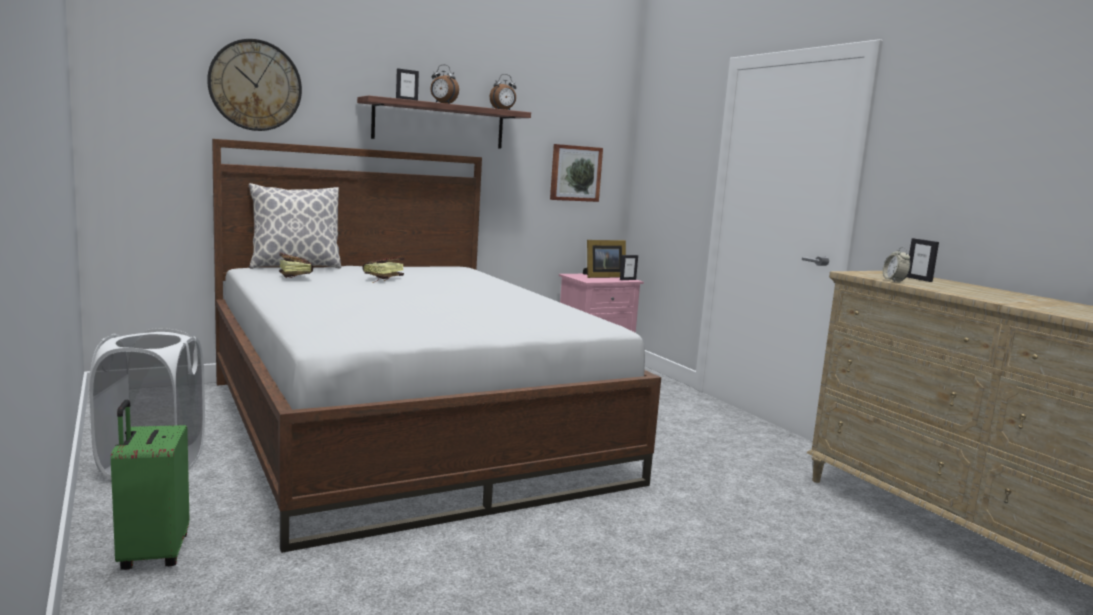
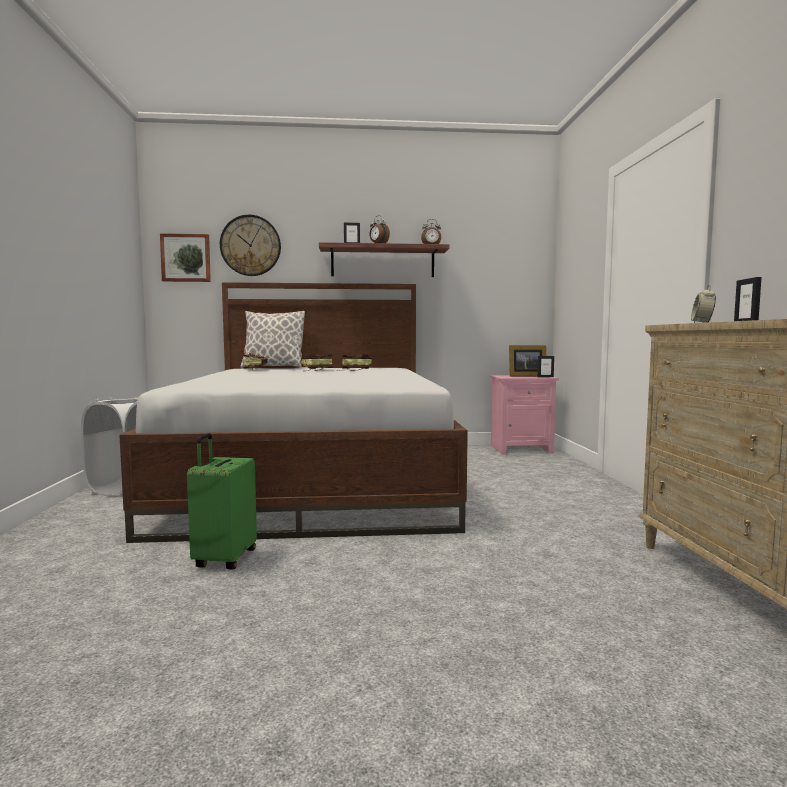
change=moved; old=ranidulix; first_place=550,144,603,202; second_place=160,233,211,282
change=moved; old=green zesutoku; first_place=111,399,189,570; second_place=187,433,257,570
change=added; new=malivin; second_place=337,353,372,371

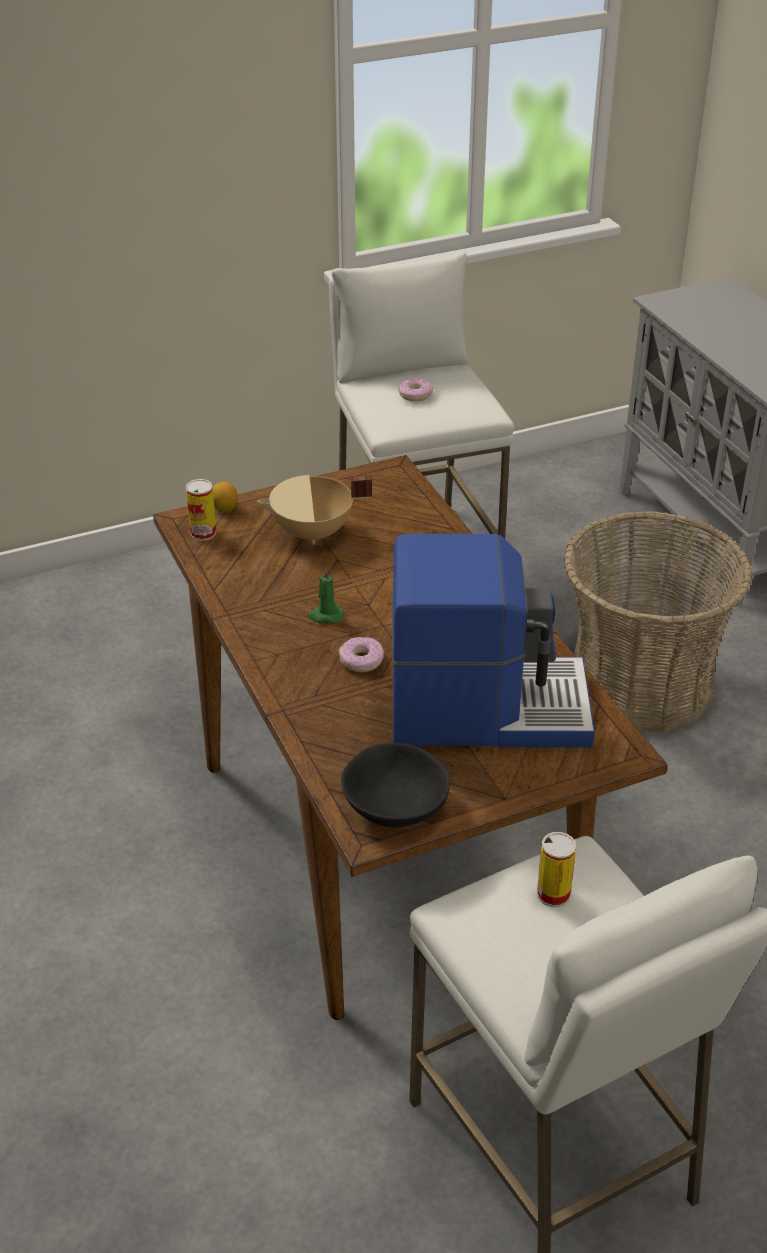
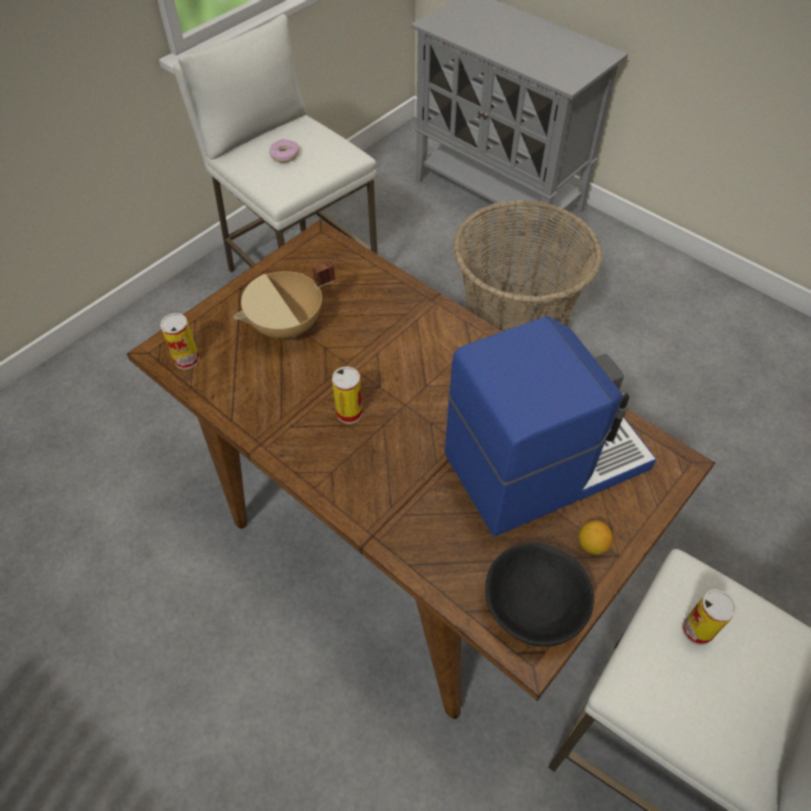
change=replaced; old=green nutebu; new=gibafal; first_place=307,567,344,623; second_place=332,367,363,424
change=moved; old=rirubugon; first_place=212,482,238,512; second_place=579,520,613,555
change=removed; old=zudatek; first_place=339,637,384,672

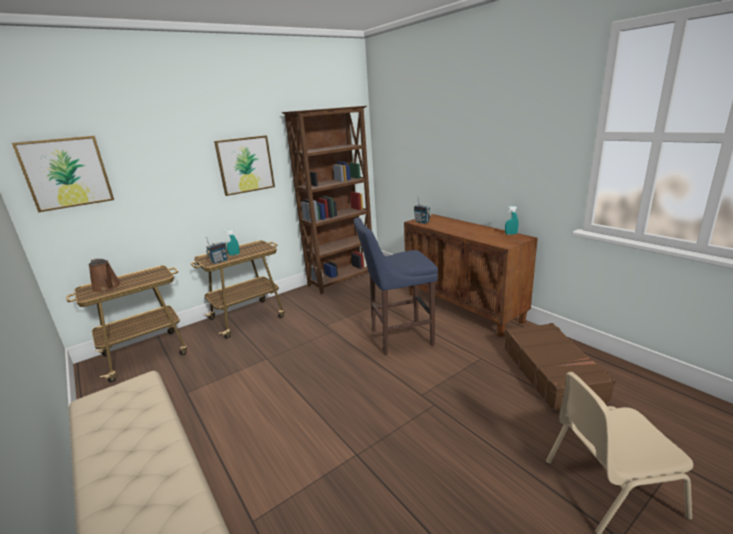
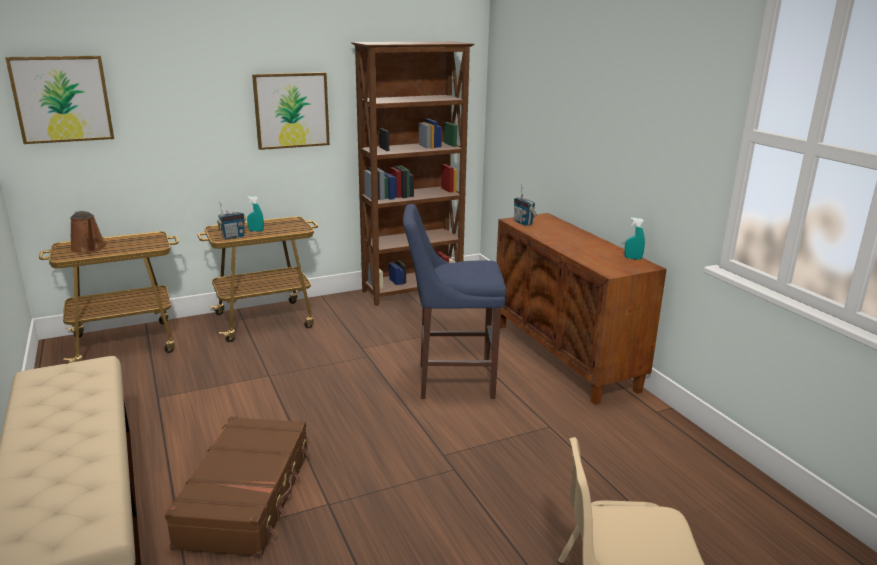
change=moved; old=brown zesutoku; first_place=504,323,616,412; second_place=165,416,311,557

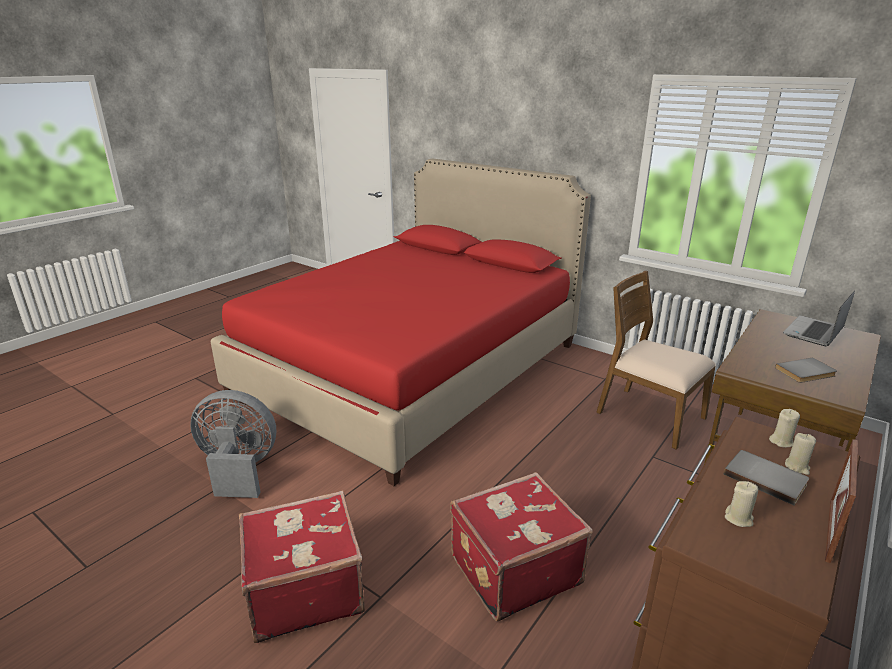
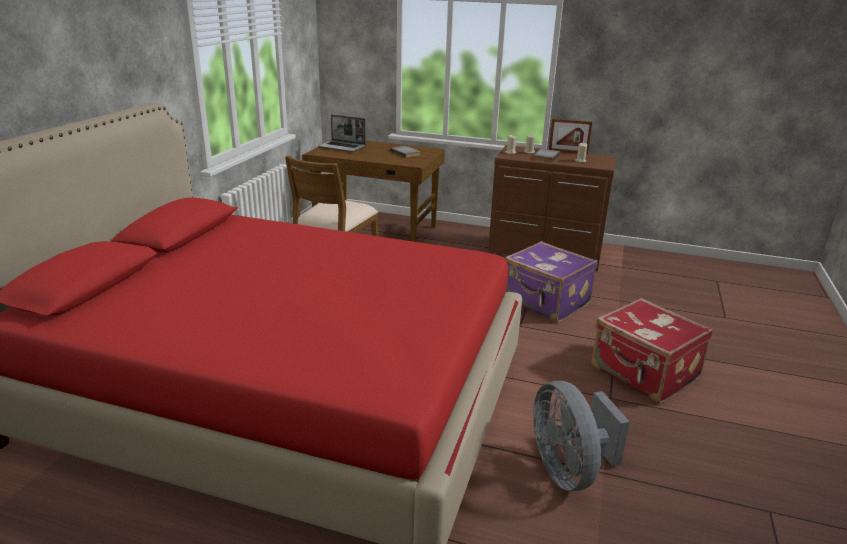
change=recoloured; old=red zesutoku; new=purple zesutoku; first_place=450,472,593,621; second_place=505,241,597,322

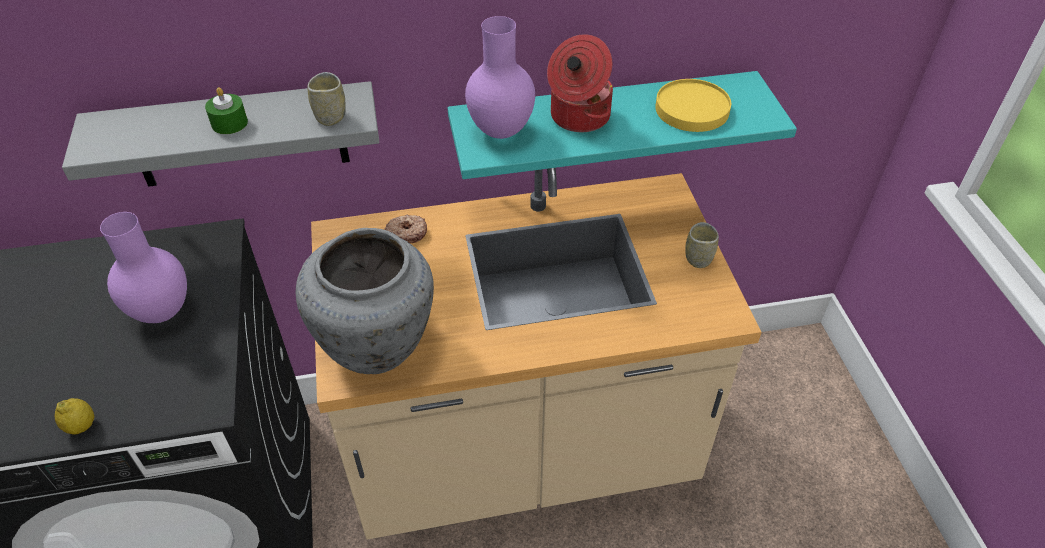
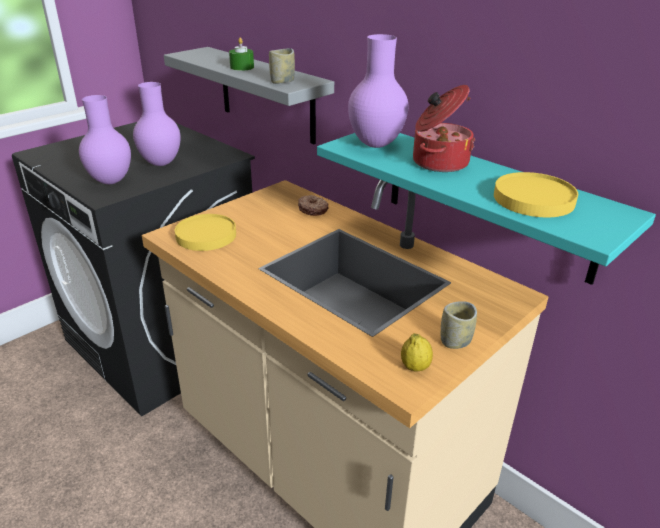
change=added; new=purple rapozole; second_place=79,95,131,184
change=replaced; old=grey rapozole; new=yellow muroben; first_place=296,228,434,374; second_place=175,214,236,251
change=moved; old=rirubugon; first_place=55,398,94,435; second_place=401,333,433,372

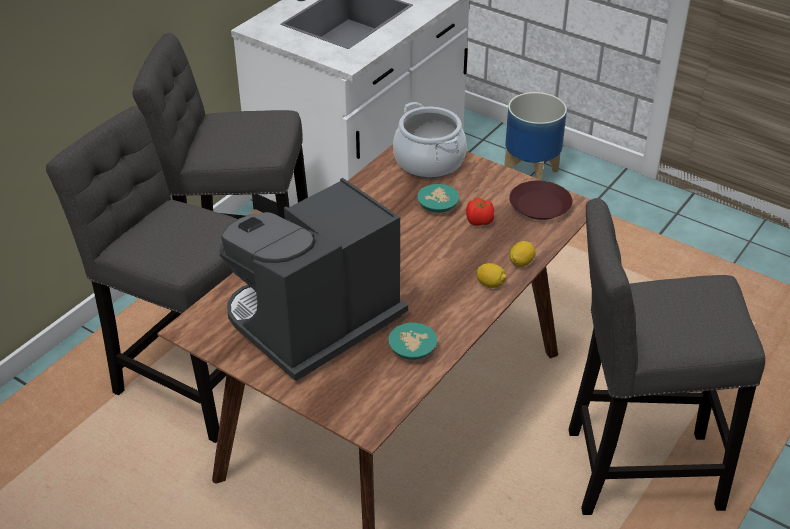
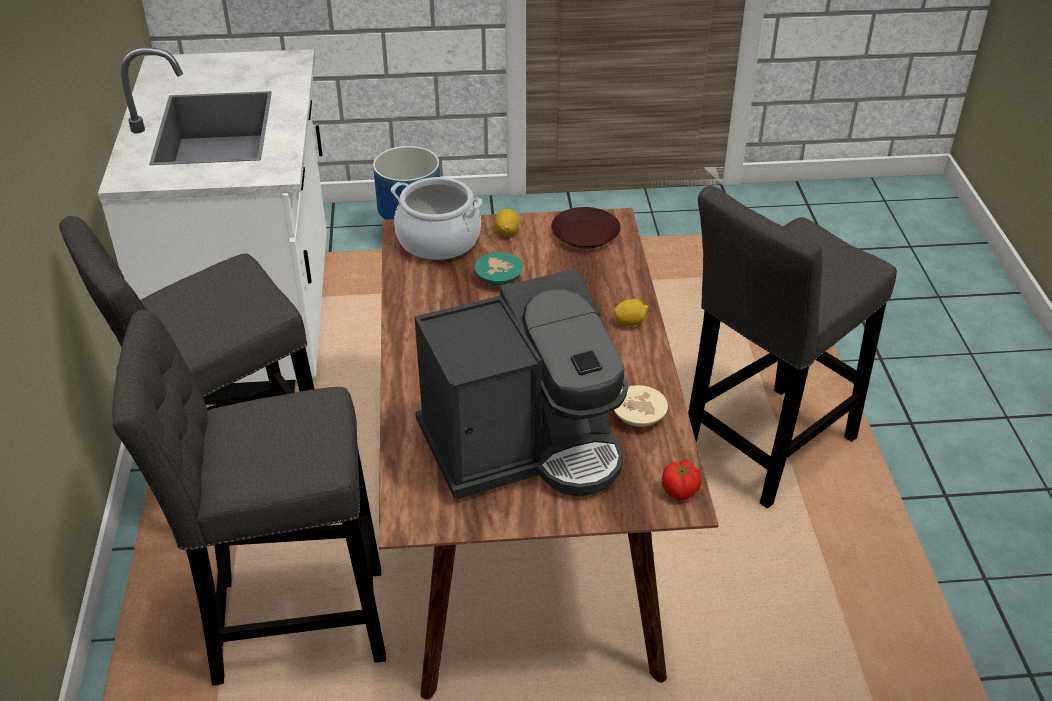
change=turned; old=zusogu; first_place=220,178,408,381; second_place=415,269,629,499; degrees=-120
change=moved; old=rirubugon; first_place=509,241,536,267; second_place=495,209,519,236
change=recoloured; old=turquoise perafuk; new=beige perafuk; first_place=388,323,437,360; second_place=614,385,668,427
change=moved; old=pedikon; first_place=466,198,494,226; second_place=662,460,702,501

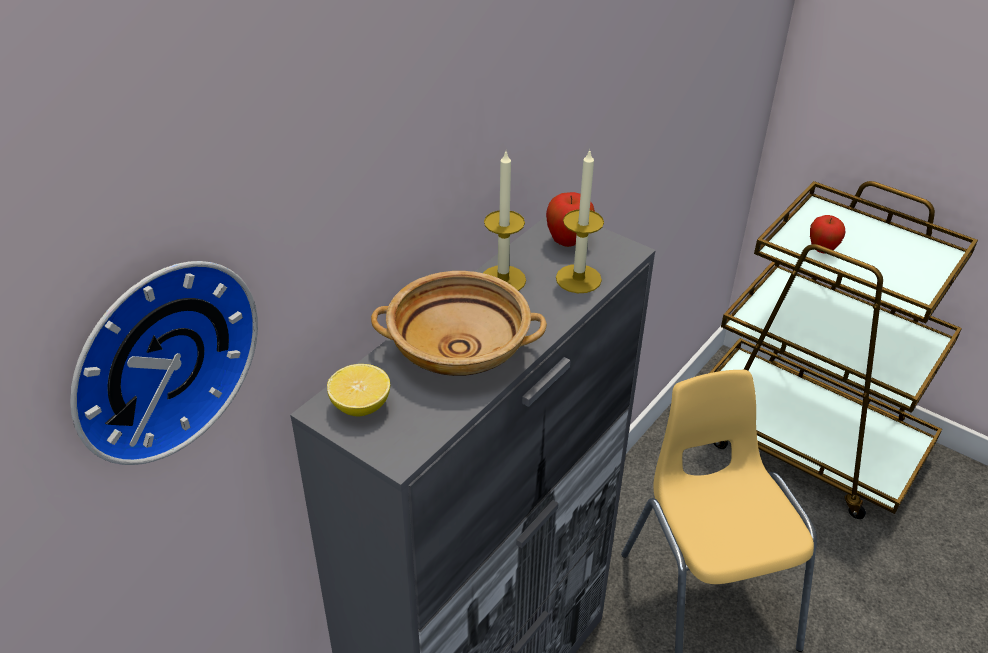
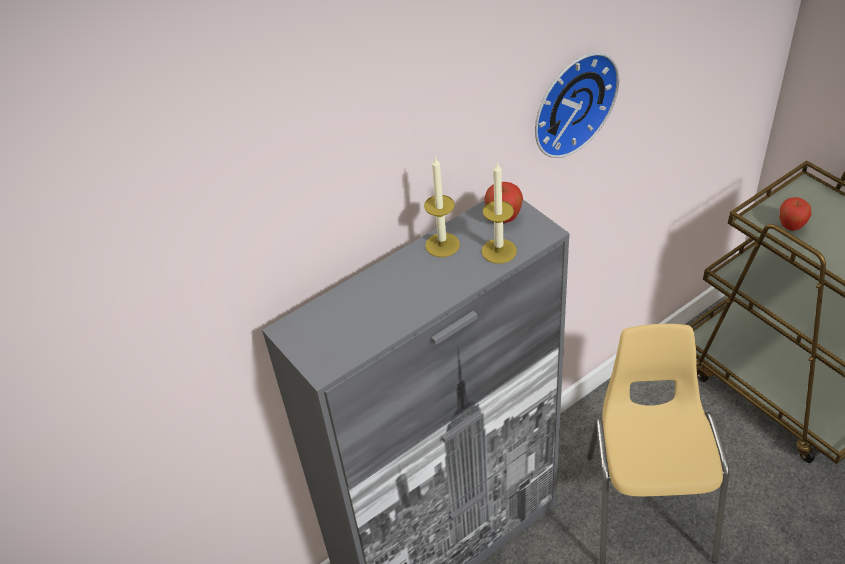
change=moved; old=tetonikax; first_place=70,261,258,465; second_place=535,52,619,158
change=removed; old=rirubugon; first_place=327,364,390,416
change=removed; old=beige perafuk; first_place=371,271,547,376

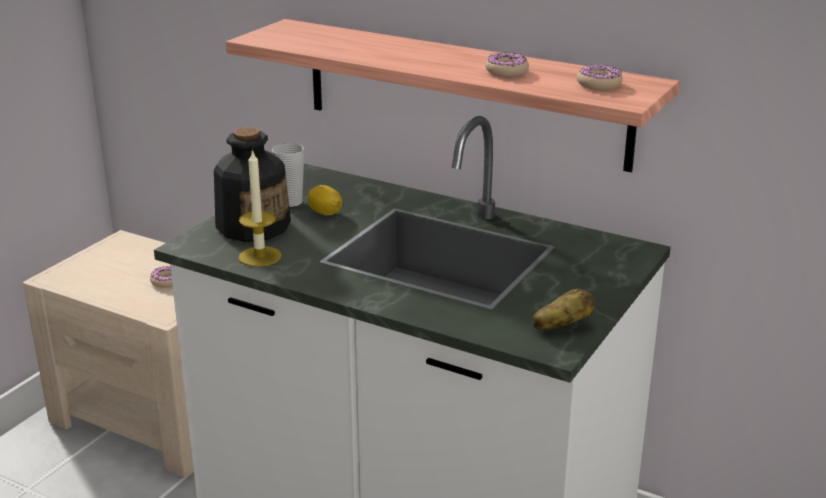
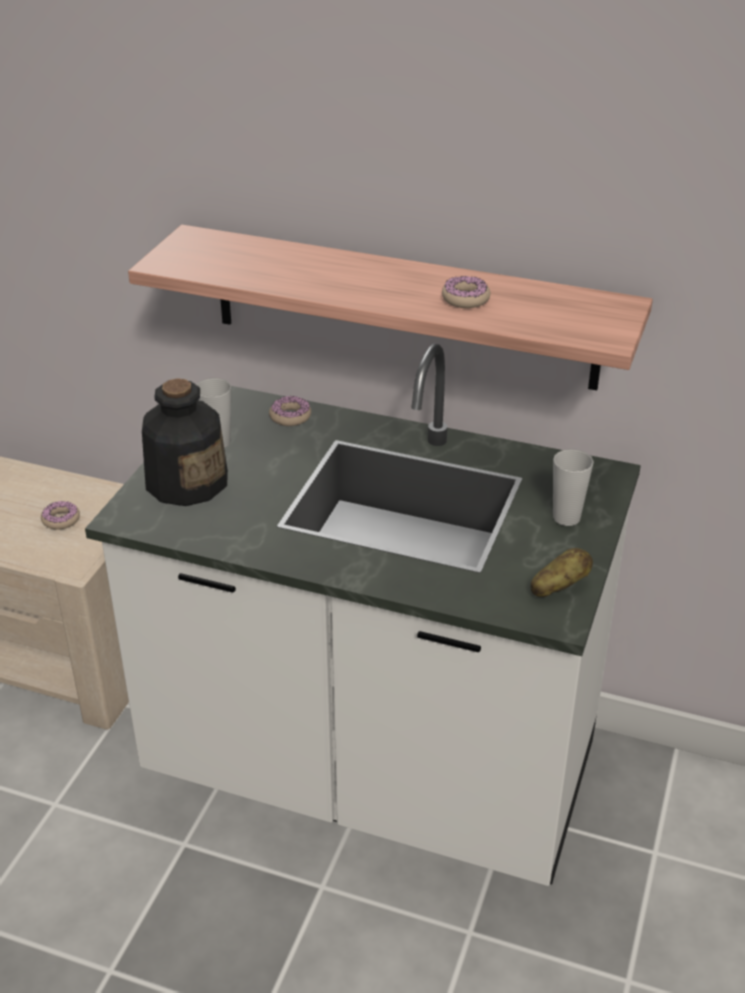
change=moved; old=zudatek; first_place=577,65,623,90; second_place=269,396,311,426
change=added; new=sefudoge; second_place=553,449,594,526
change=removed; old=nutebu; first_place=238,149,282,267
change=removed; old=rirubugon; first_place=308,185,342,216

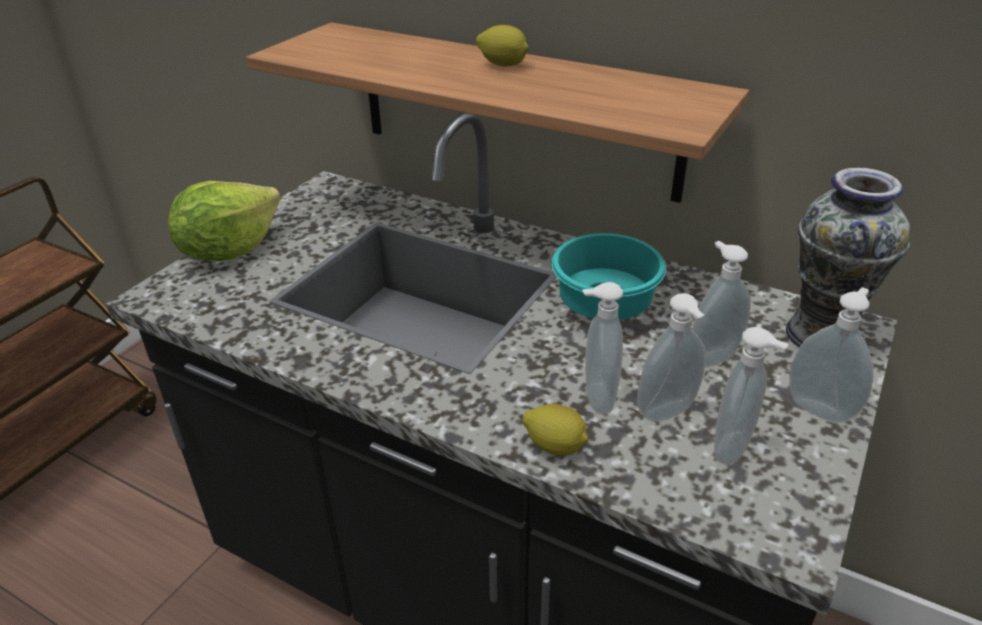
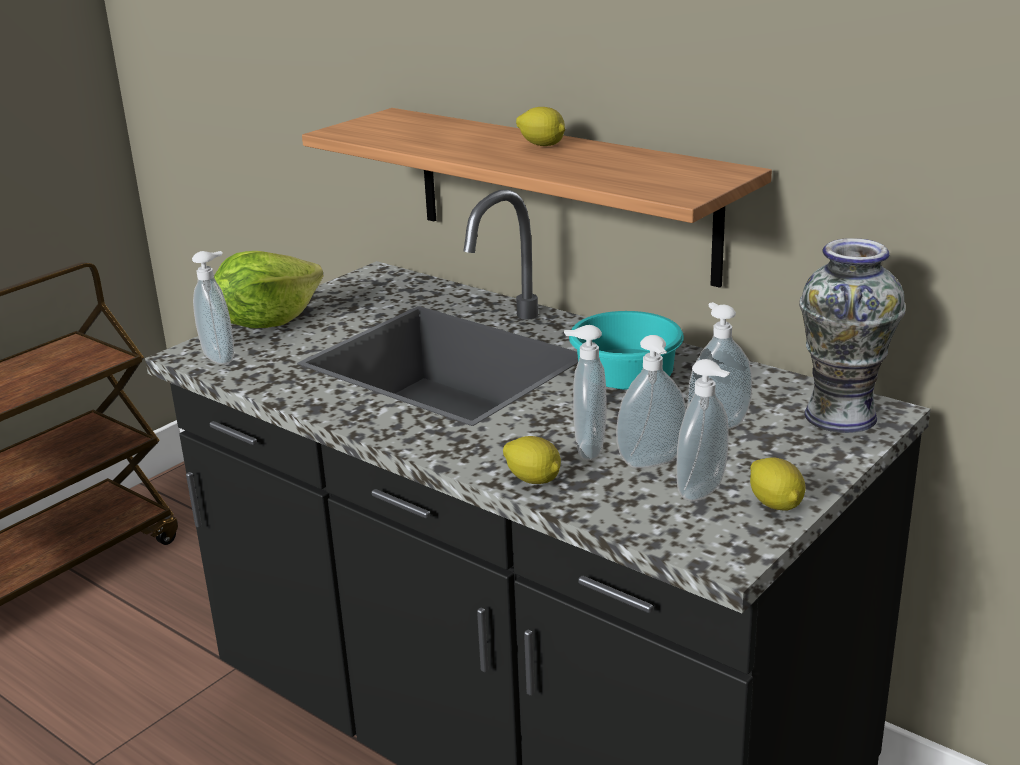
change=moved; old=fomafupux; first_place=789,287,874,423; second_place=192,251,234,365
change=added; new=rirubugon; second_place=750,457,806,511

